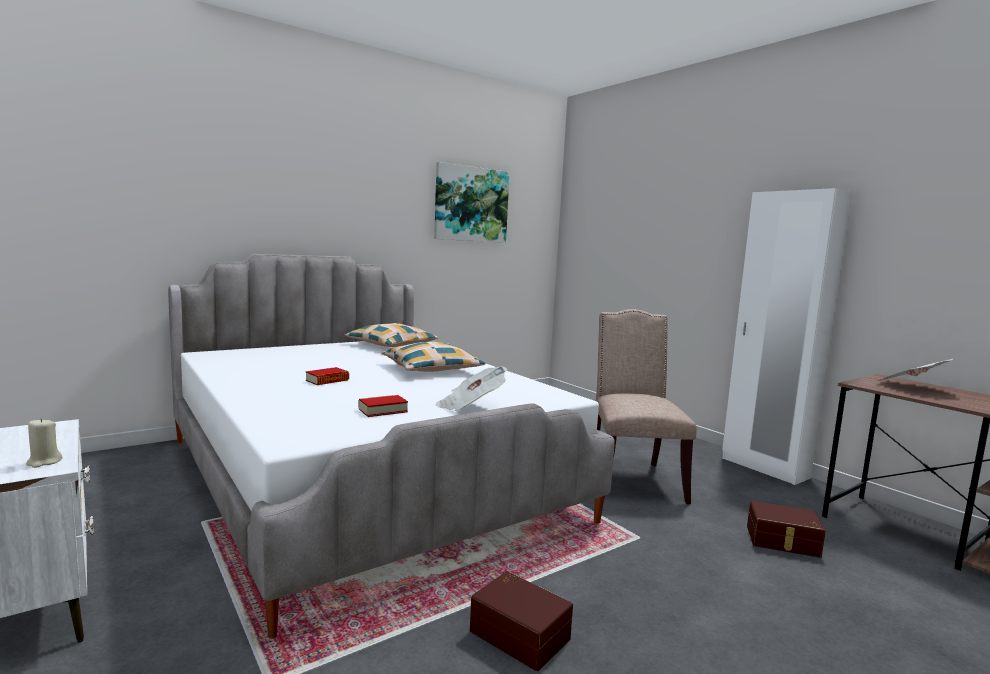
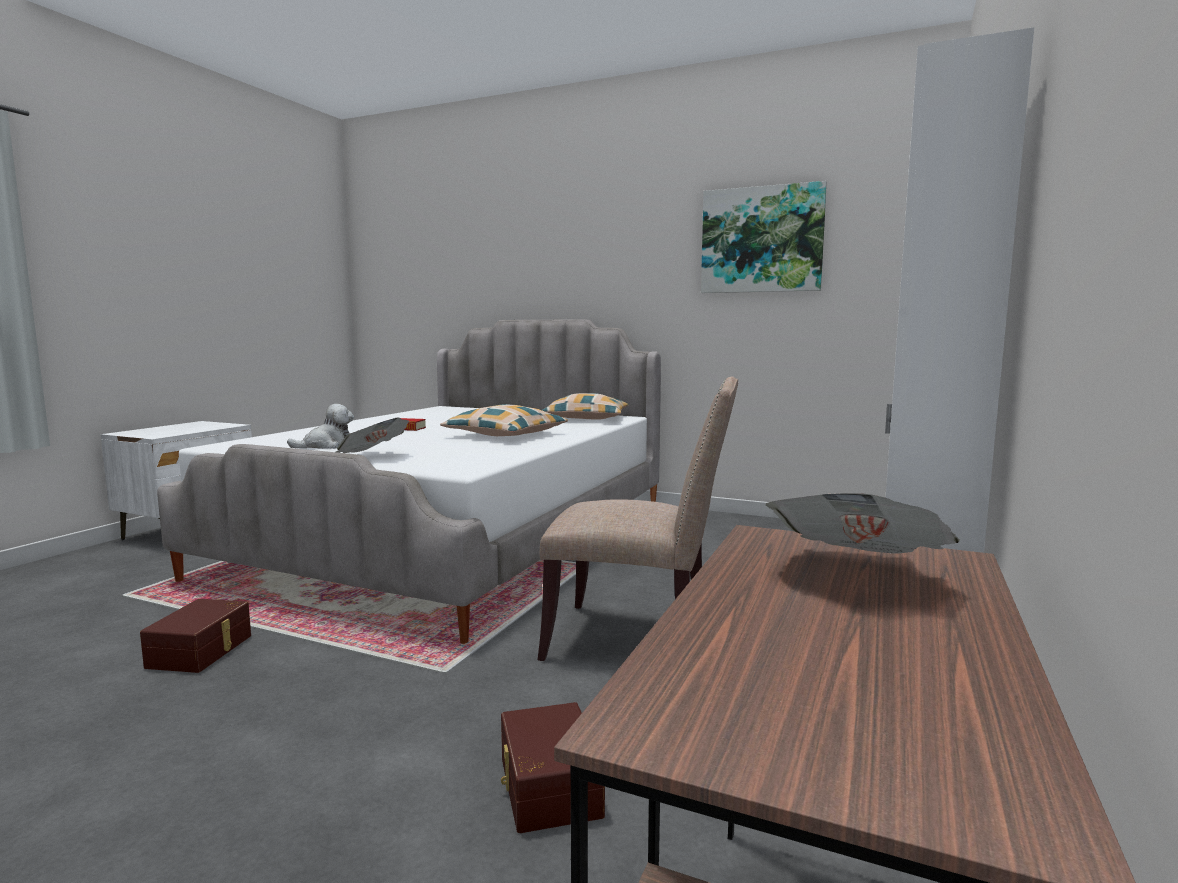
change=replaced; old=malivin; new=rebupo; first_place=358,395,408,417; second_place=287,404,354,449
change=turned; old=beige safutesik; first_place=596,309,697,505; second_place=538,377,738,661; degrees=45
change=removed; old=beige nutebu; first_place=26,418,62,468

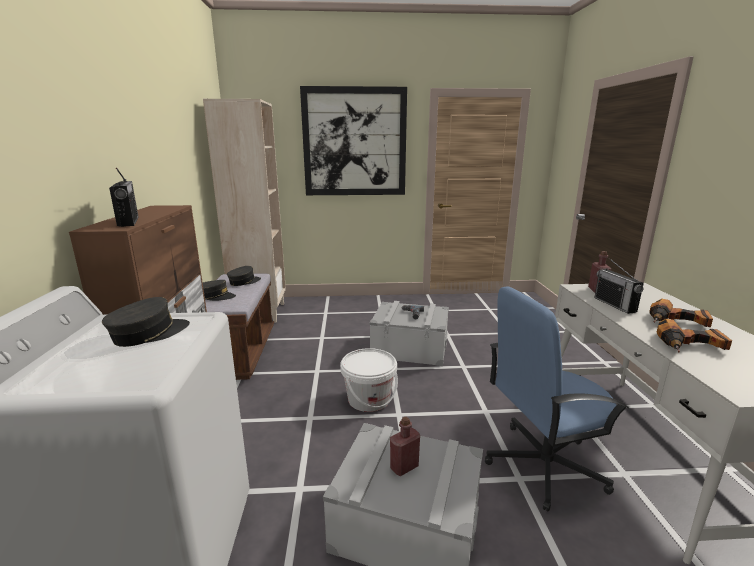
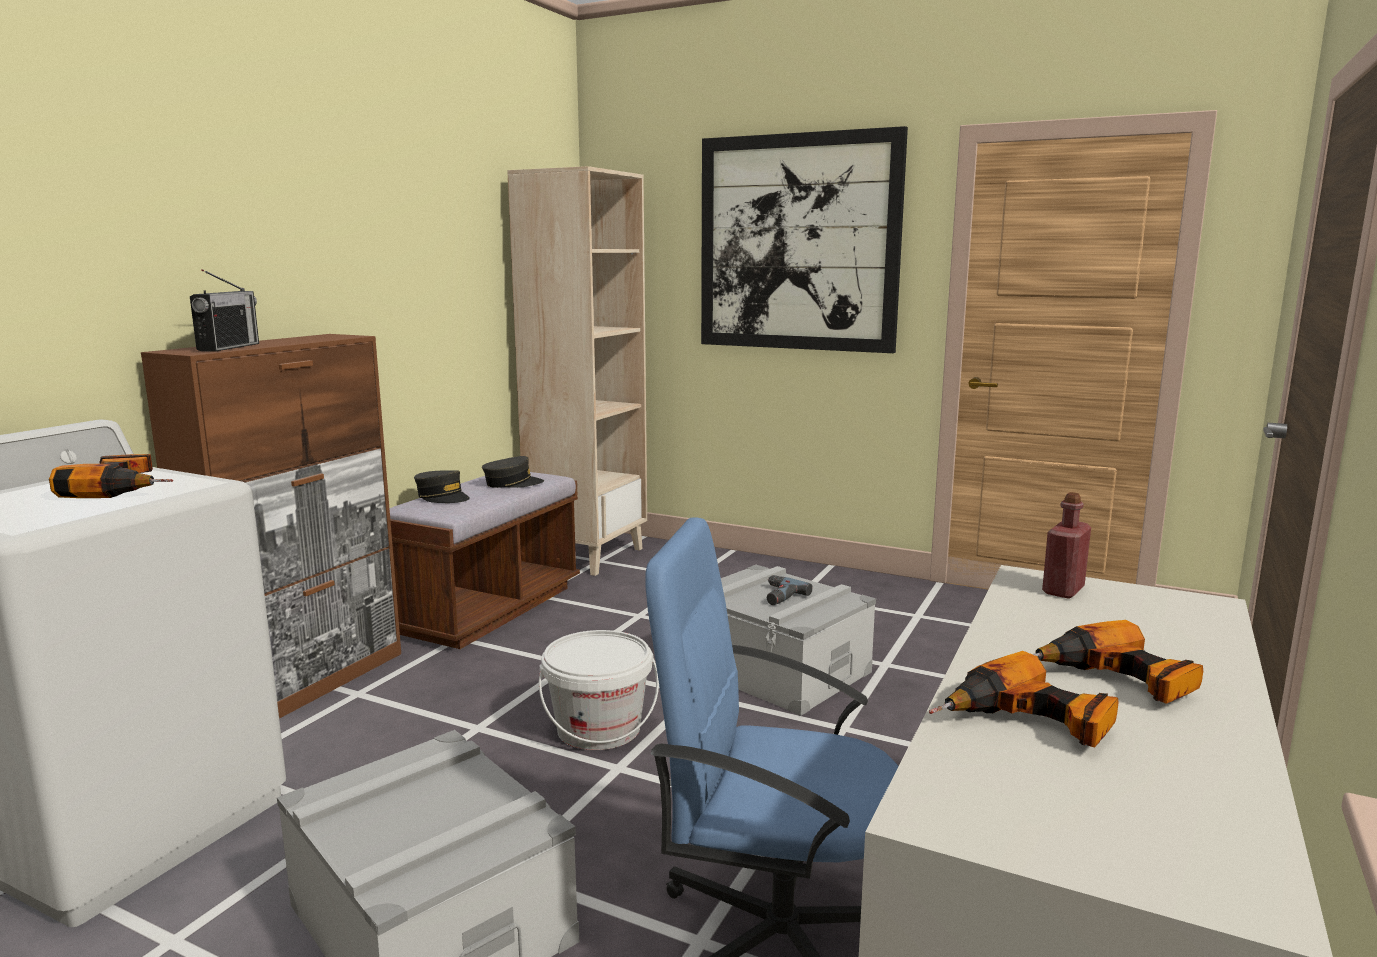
change=replaced; old=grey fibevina; new=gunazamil; first_place=102,297,190,347; second_place=49,454,173,498
change=removed; old=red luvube; first_place=390,417,420,476
change=removed; old=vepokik; first_place=594,258,644,314

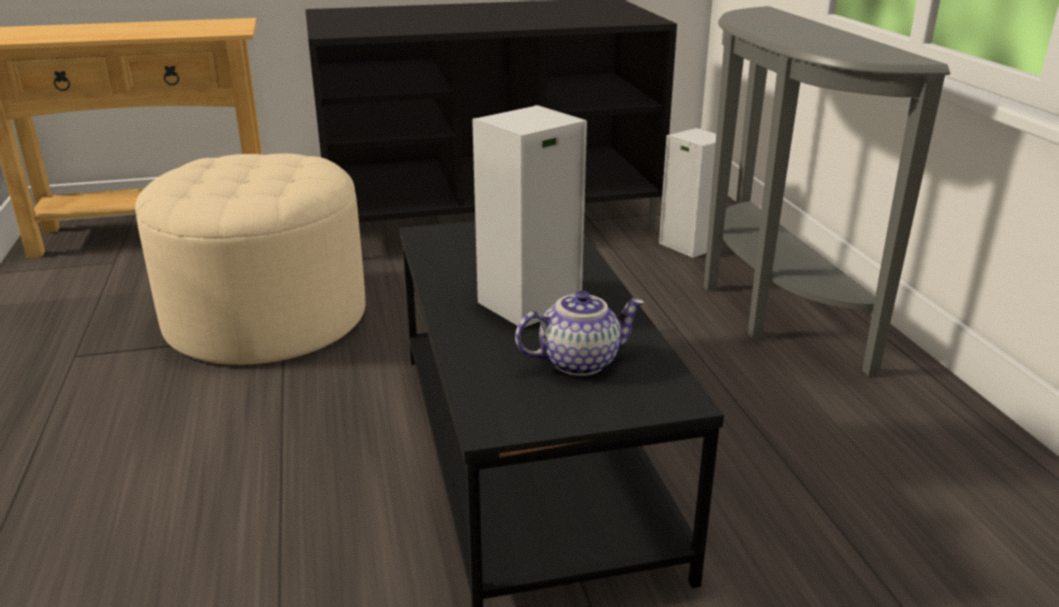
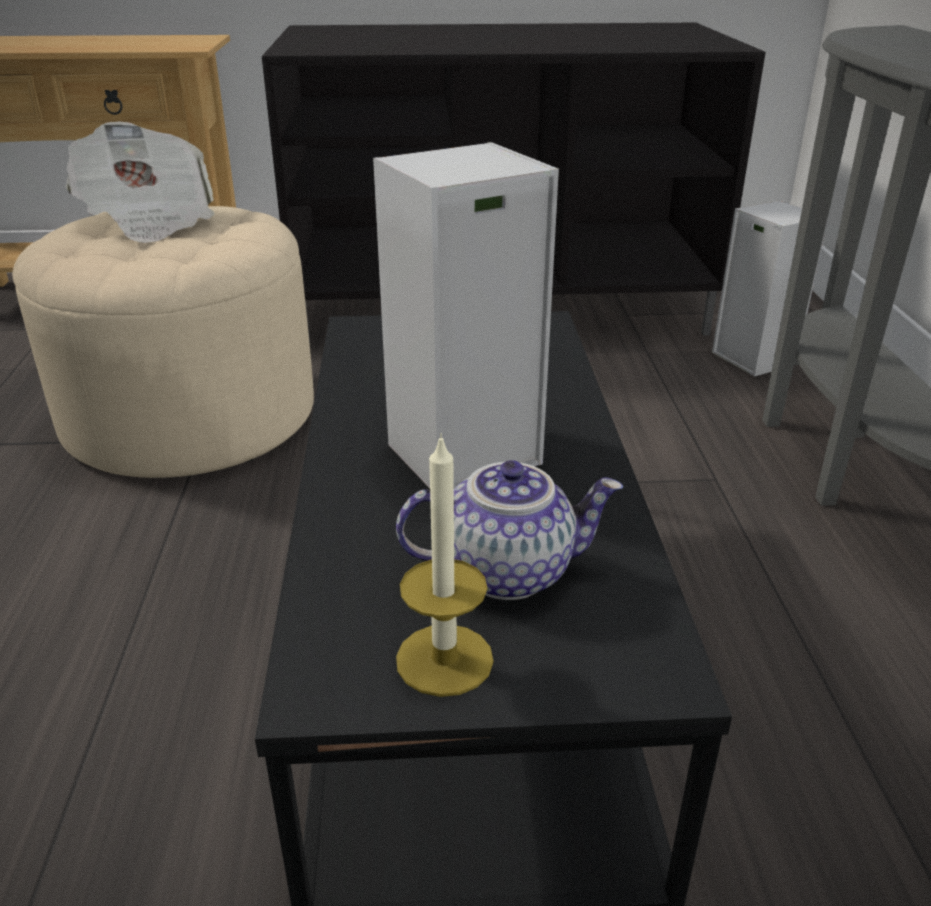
change=added; new=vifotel; second_place=66,122,214,243
change=added; new=nutebu; second_place=396,433,494,697

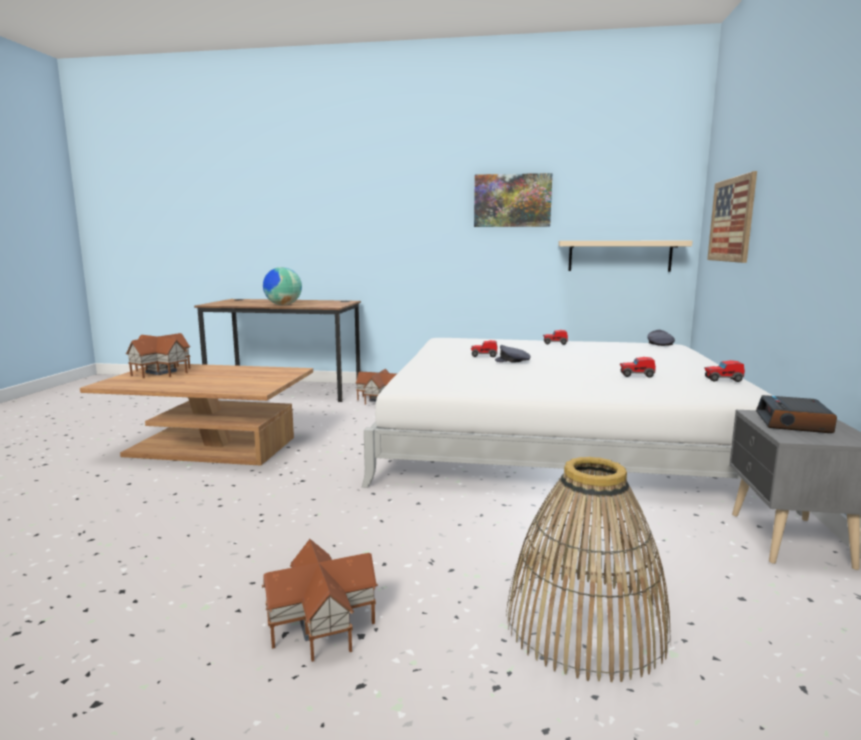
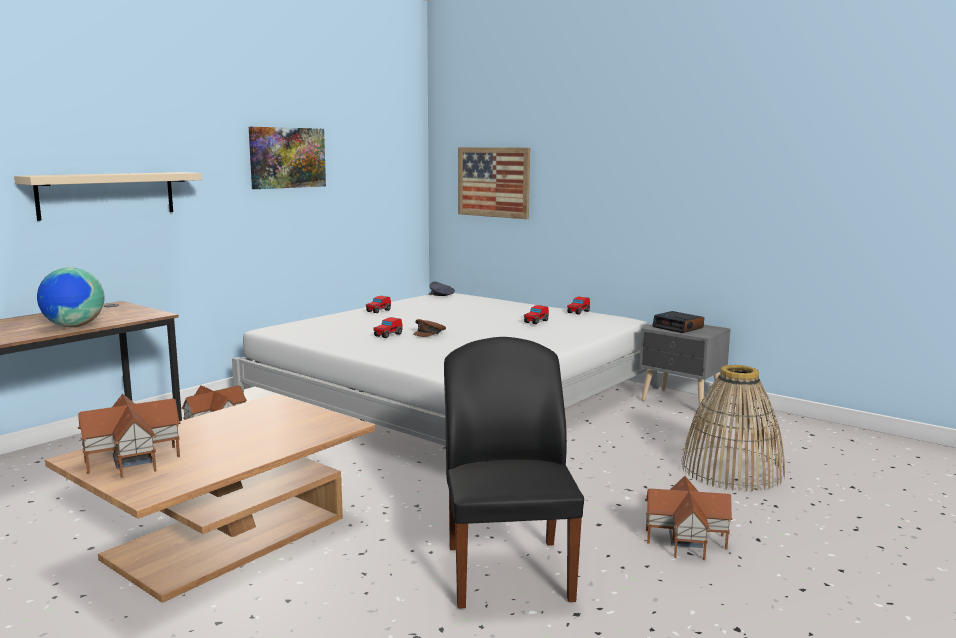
change=moved; old=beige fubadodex; first_place=558,241,692,272; second_place=14,172,202,221
change=recoloured; old=grey fibevina; new=brown fibevina; first_place=495,345,531,362; second_place=413,319,446,337
change=added; new=black safutesik; second_place=444,337,584,609

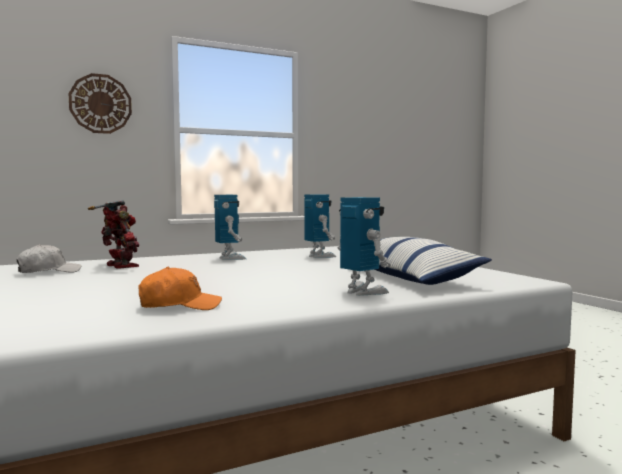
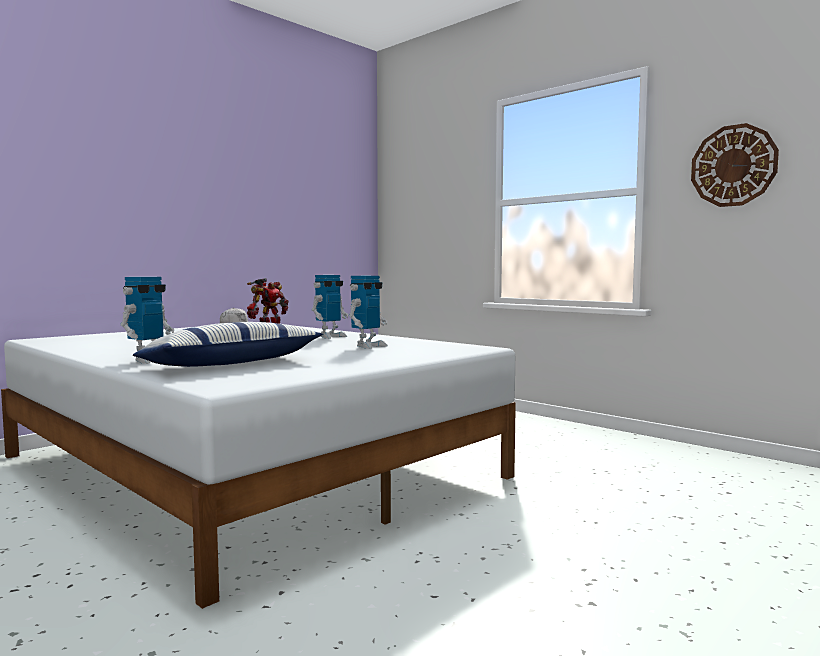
change=moved; old=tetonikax; first_place=68,73,132,134; second_place=691,123,779,207
change=removed; old=orange fibevina; first_place=138,267,222,310

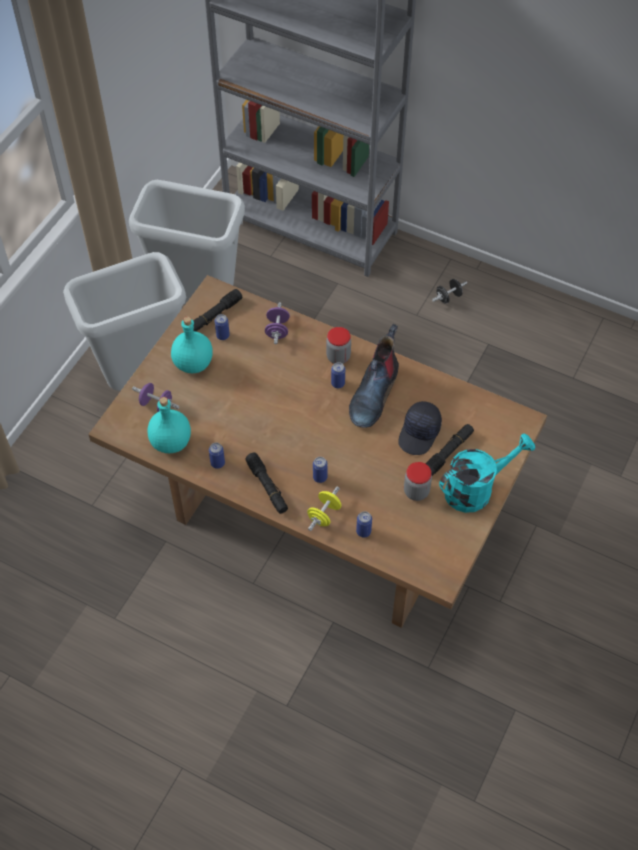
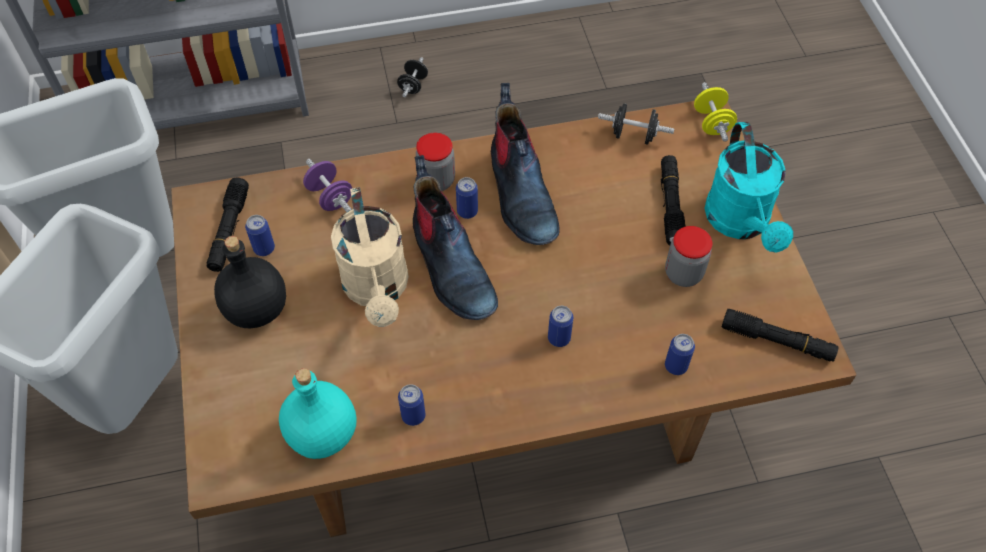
change=recoloured; old=turquoise luvube; new=black luvube; first_place=171,316,213,373; second_place=214,236,286,328
change=added; new=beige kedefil; second_place=331,187,409,327
change=added; new=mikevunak; second_place=413,155,498,320
change=added; new=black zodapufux; second_place=598,103,674,145
change=moved; old=yellow zodapufux; first_place=307,486,341,531; second_place=694,82,737,142
change=turned; old=turquoise kedefil; first_place=439,434,535,513; second_place=704,122,793,252; degrees=150
change=moved; old=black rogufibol; first_place=245,452,288,514; second_place=722,309,839,361
change=removed; old=purple zodapufux; first_place=132,383,180,412
change=removed; old=black fibevina; first_place=398,401,442,455

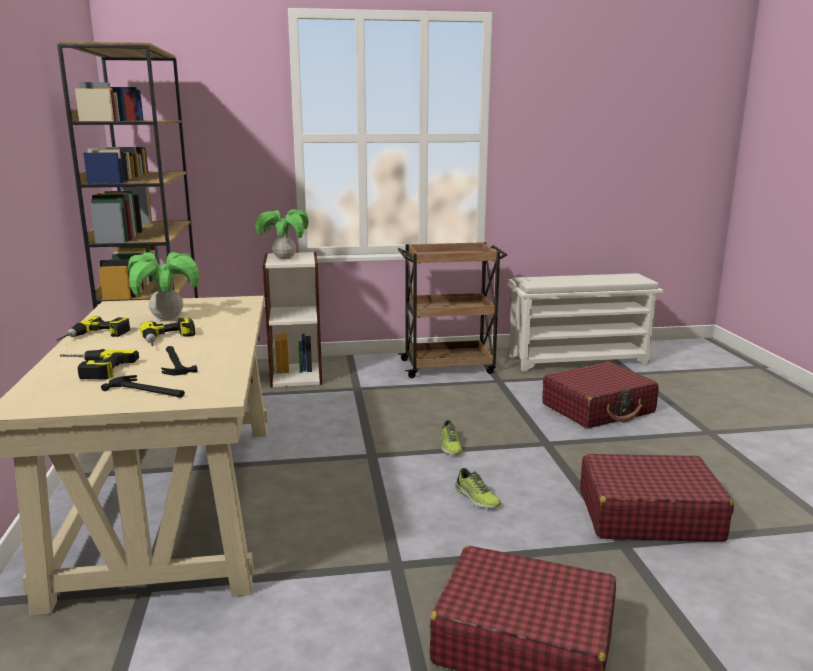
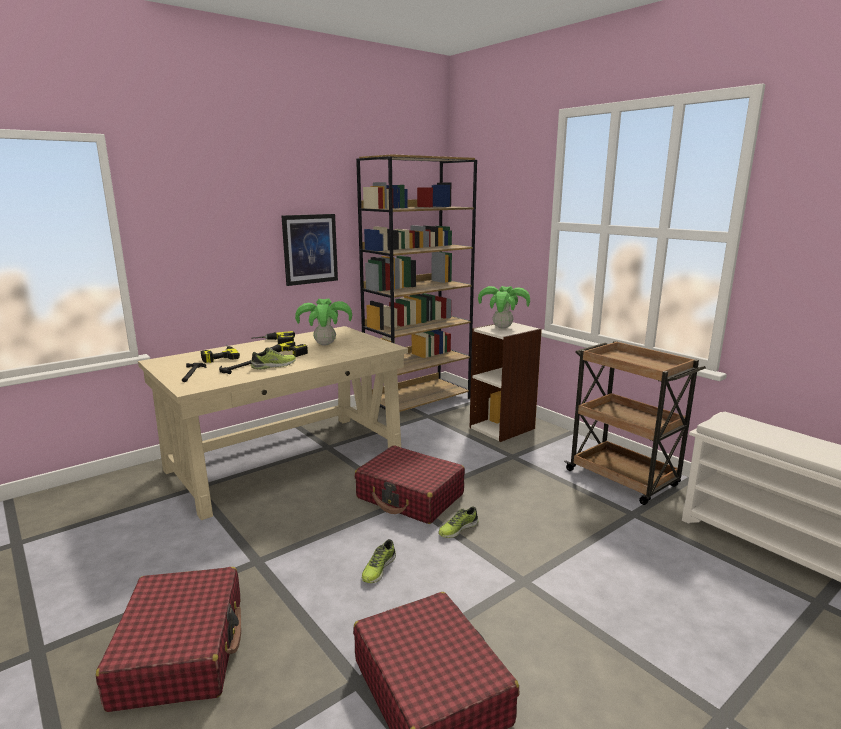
change=added; new=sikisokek; second_place=251,347,296,370
change=added; new=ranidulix; second_place=282,214,338,286
change=moved; old=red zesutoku; first_place=542,362,659,428; second_place=355,446,465,524

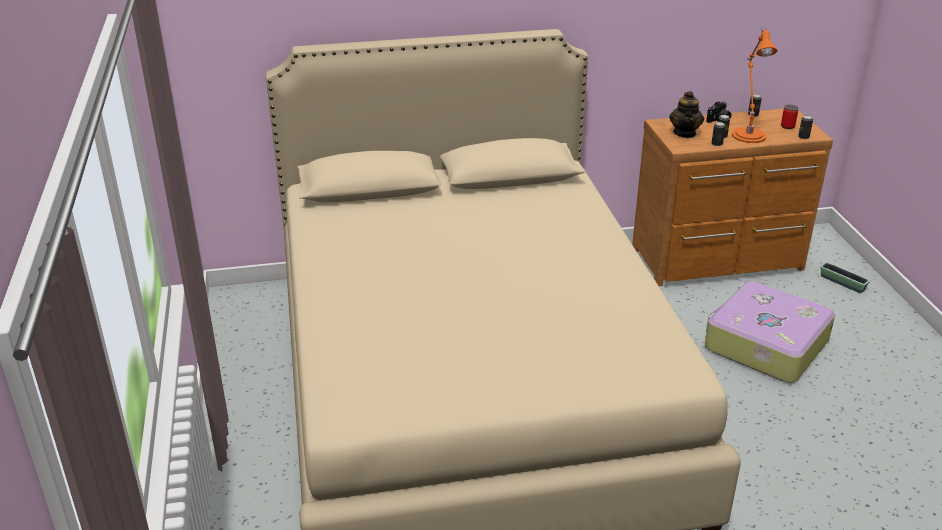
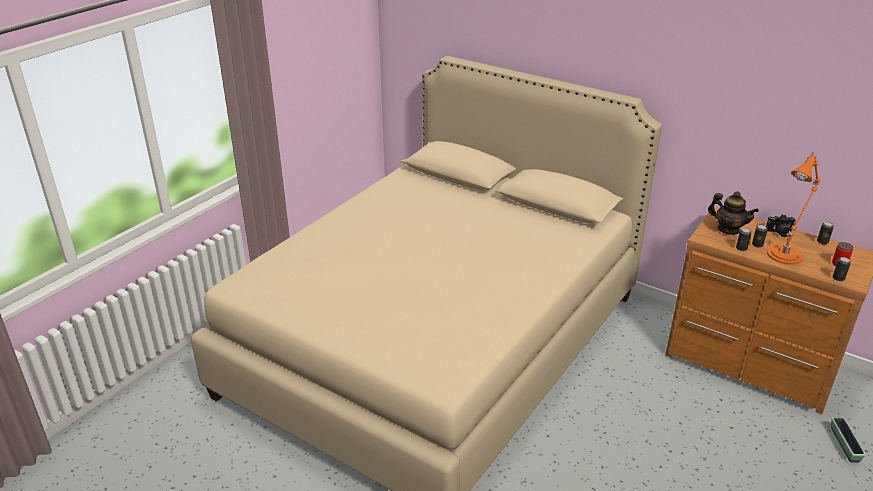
change=turned; old=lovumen; first_place=669,91,704,138; second_place=708,191,759,235; degrees=-105
change=removed; old=zesutoku; first_place=705,281,835,383

